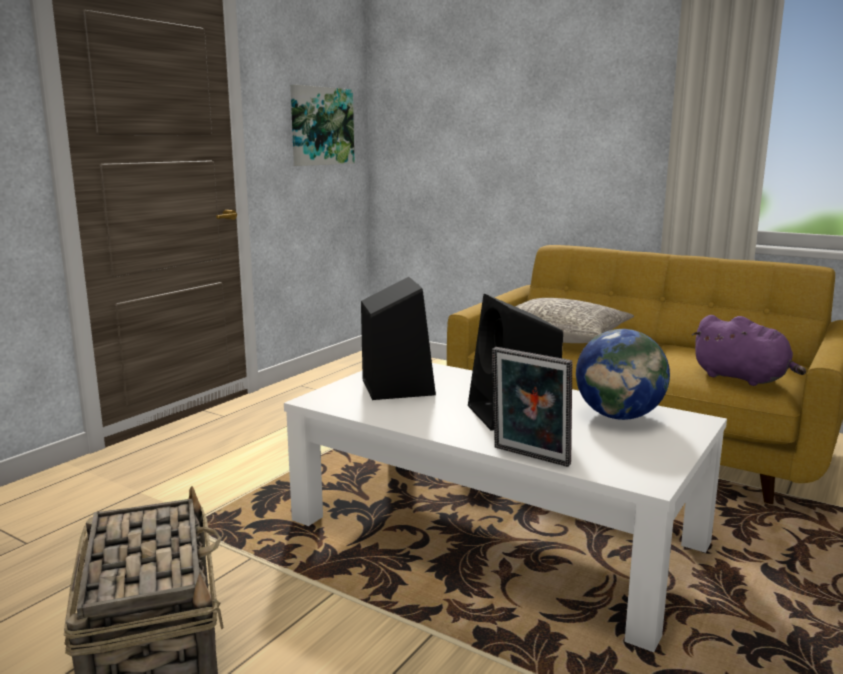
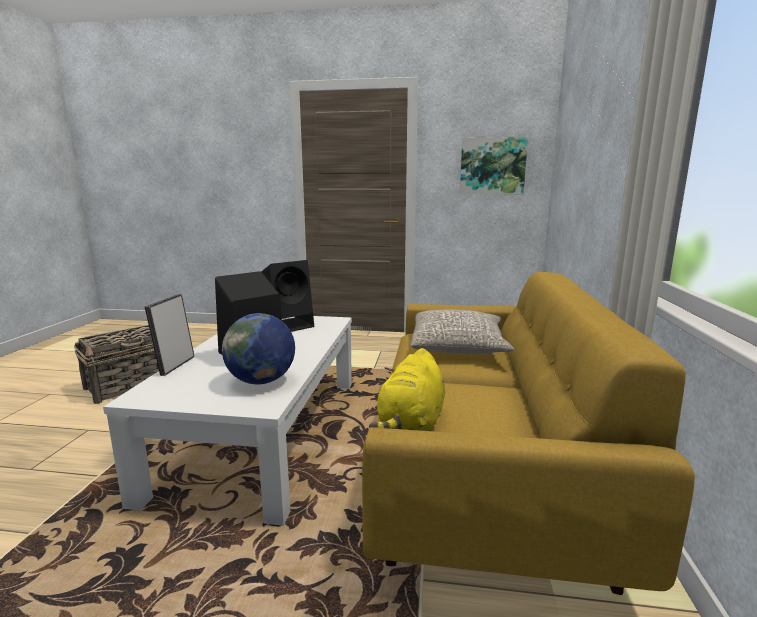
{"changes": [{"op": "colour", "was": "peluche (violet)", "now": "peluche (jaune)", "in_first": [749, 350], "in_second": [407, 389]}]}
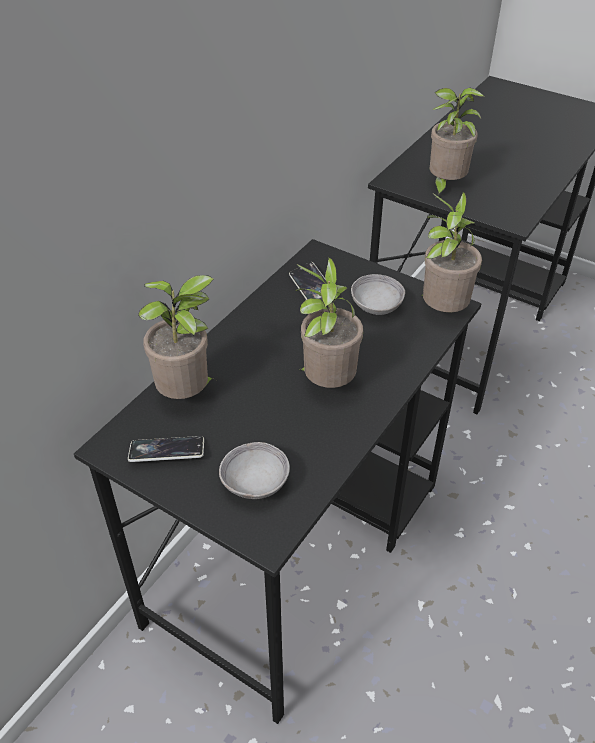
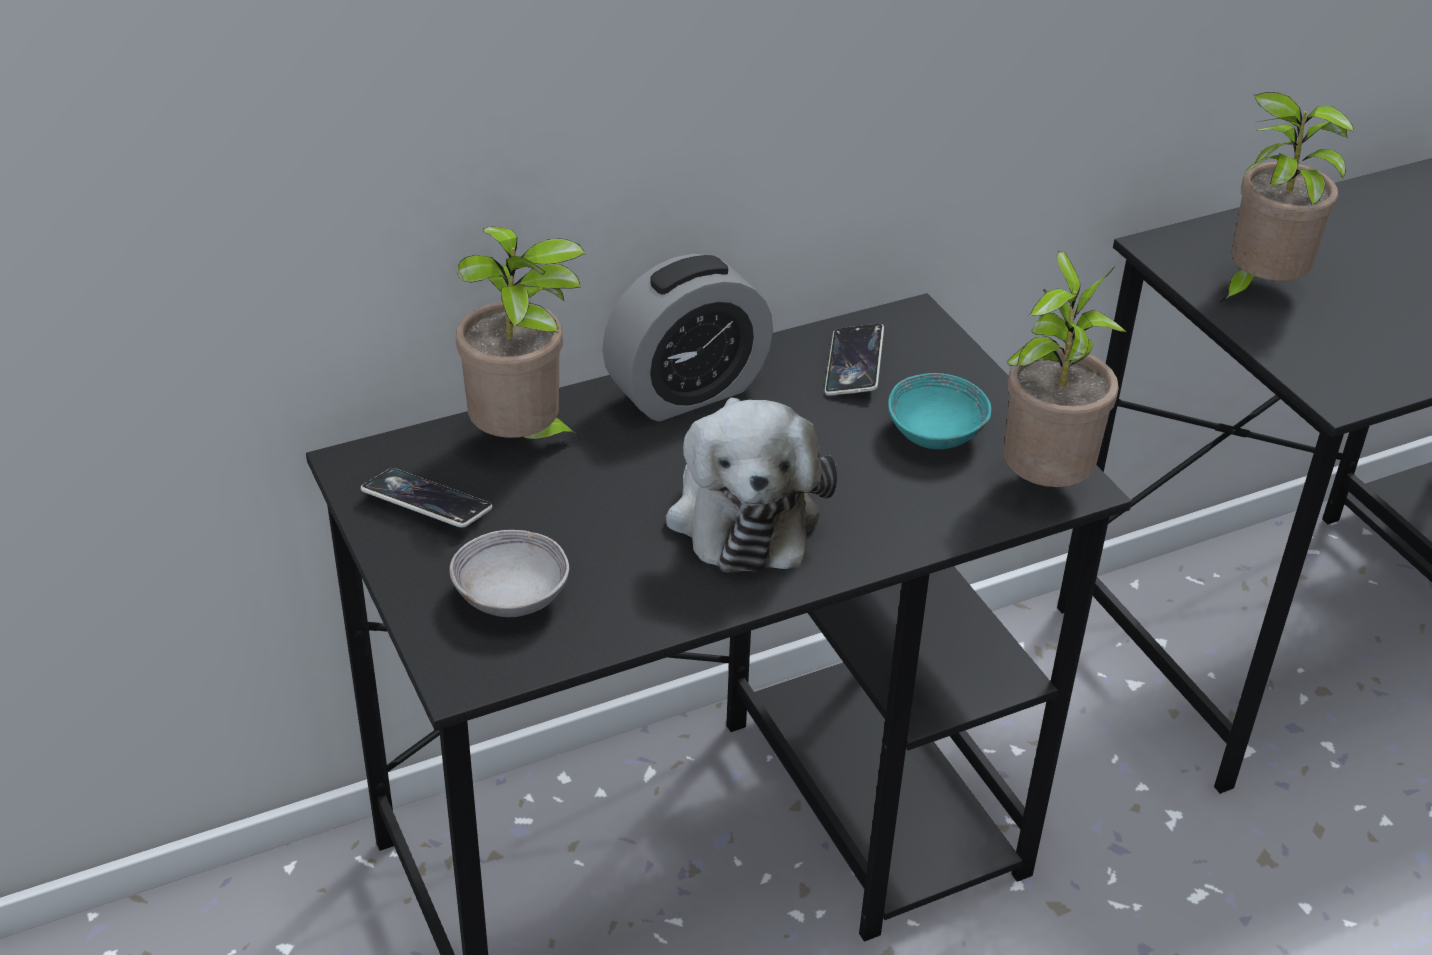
{"changes": [{"op": "appeared", "now": "réveil", "in_second": [687, 338]}, {"op": "exchanged", "was": "plante en pot", "now": "peluche", "in_first": [329, 323], "in_second": [751, 485]}, {"op": "colour", "was": "bol (gris)", "now": "bol (turquoise)", "in_first": [378, 294], "in_second": [939, 411]}]}
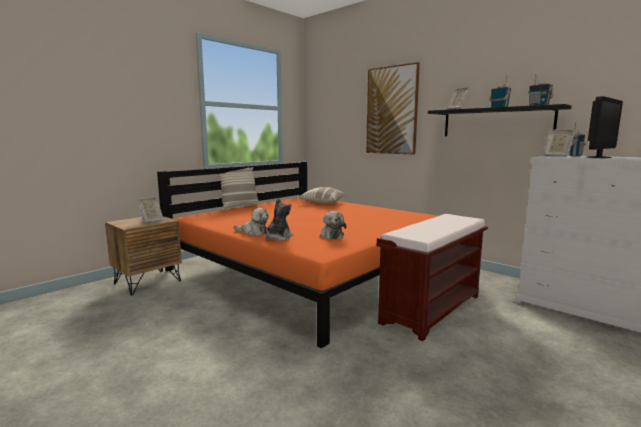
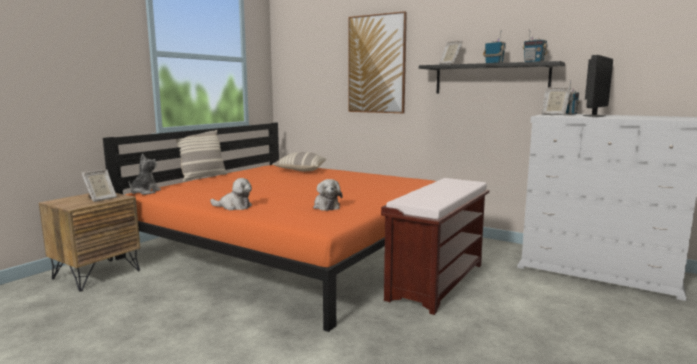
{"changes": [{"op": "relocated", "was": "peluche", "in_first": [279, 219], "in_second": [145, 174]}]}
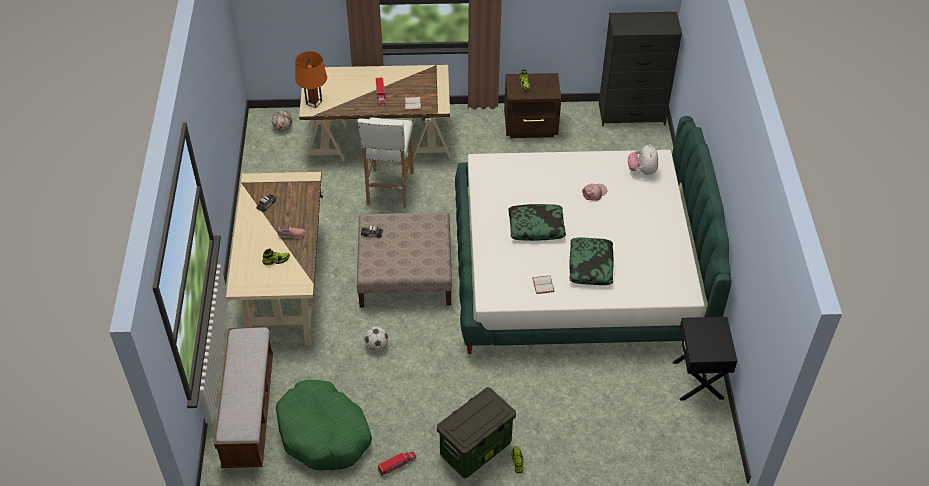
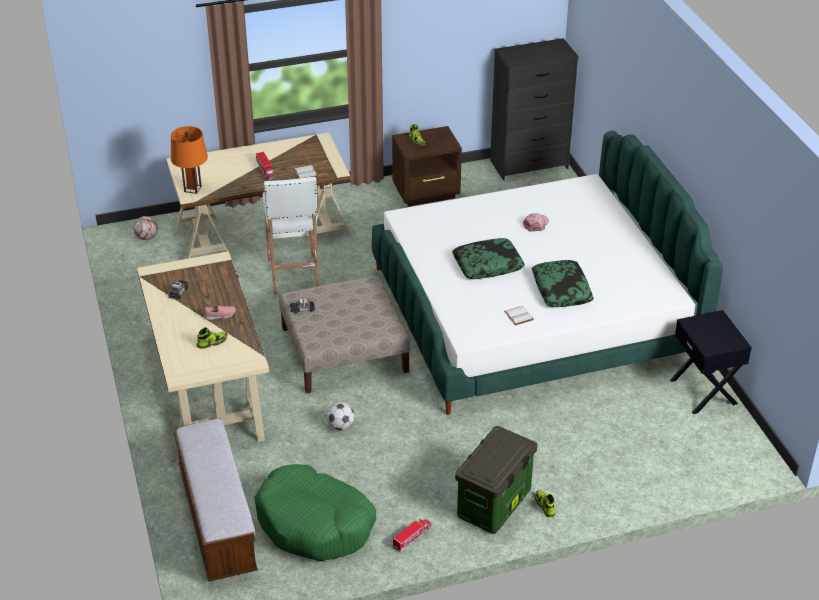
{"changes": [{"op": "missing", "was": "peluche", "in_first": [643, 159]}]}
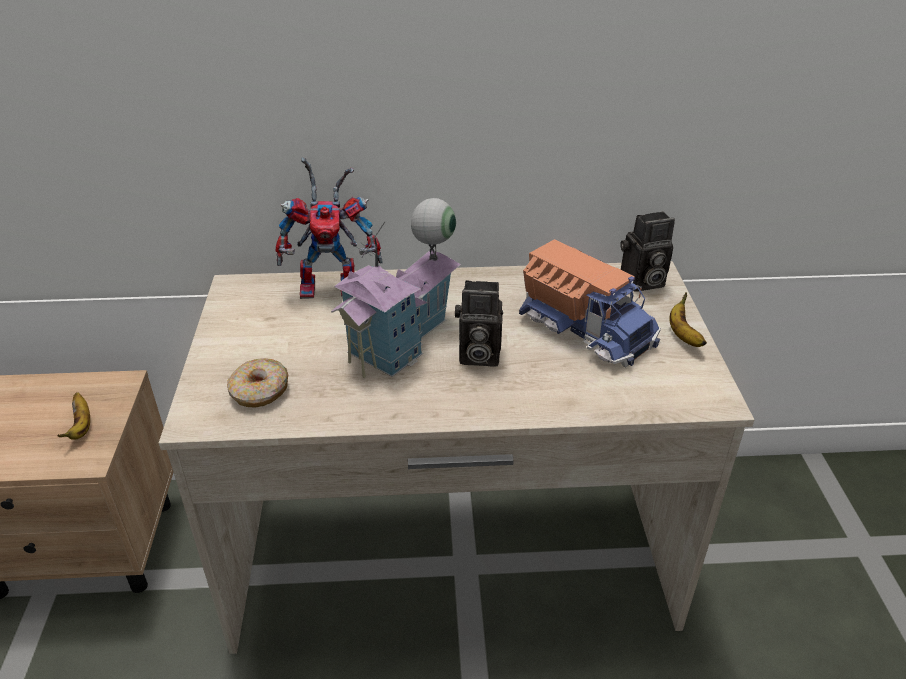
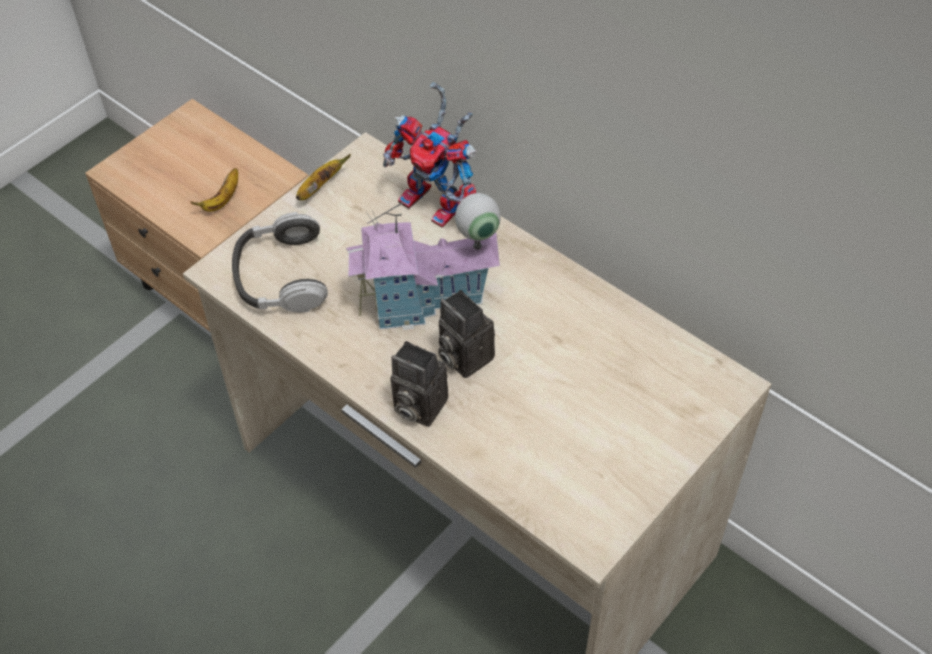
{"changes": [{"op": "exchanged", "was": "beignet", "now": "casque audio", "in_first": [257, 383], "in_second": [280, 262]}, {"op": "relocated", "was": "banane", "in_first": [688, 319], "in_second": [323, 177]}, {"op": "relocated", "was": "appareil photo", "in_first": [647, 251], "in_second": [419, 384]}, {"op": "missing", "was": "camion jouet", "in_first": [590, 303]}]}
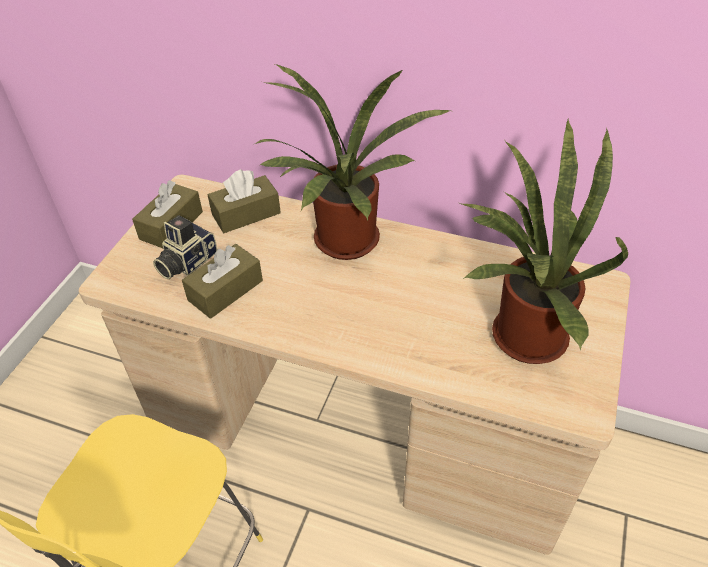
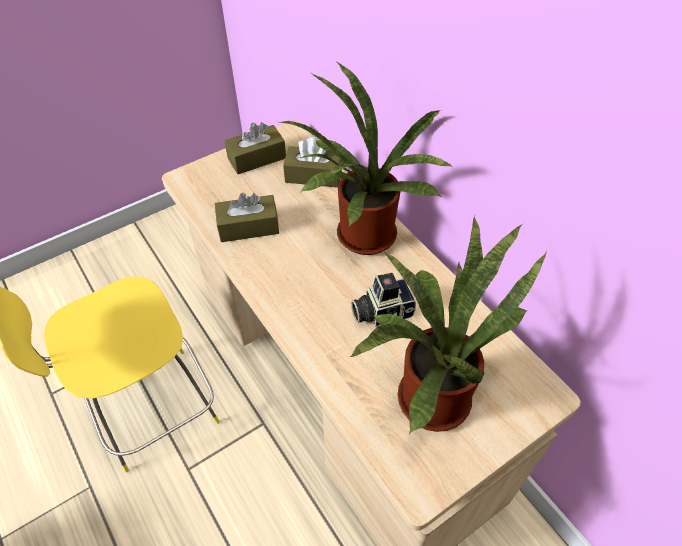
{"changes": [{"op": "relocated", "was": "appareil photo", "in_first": [185, 247], "in_second": [383, 300]}]}
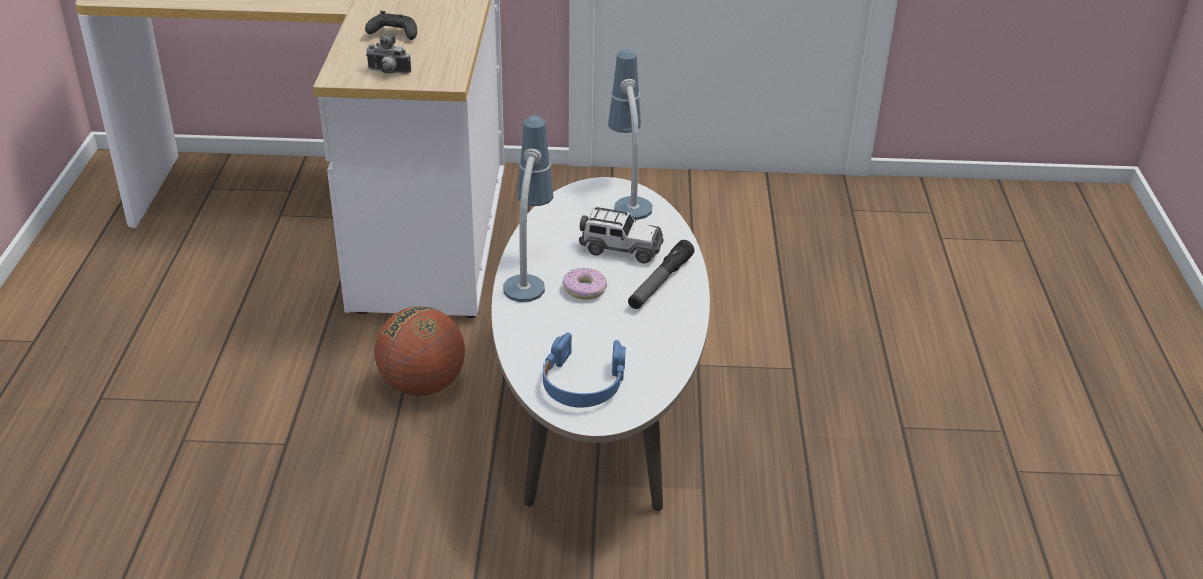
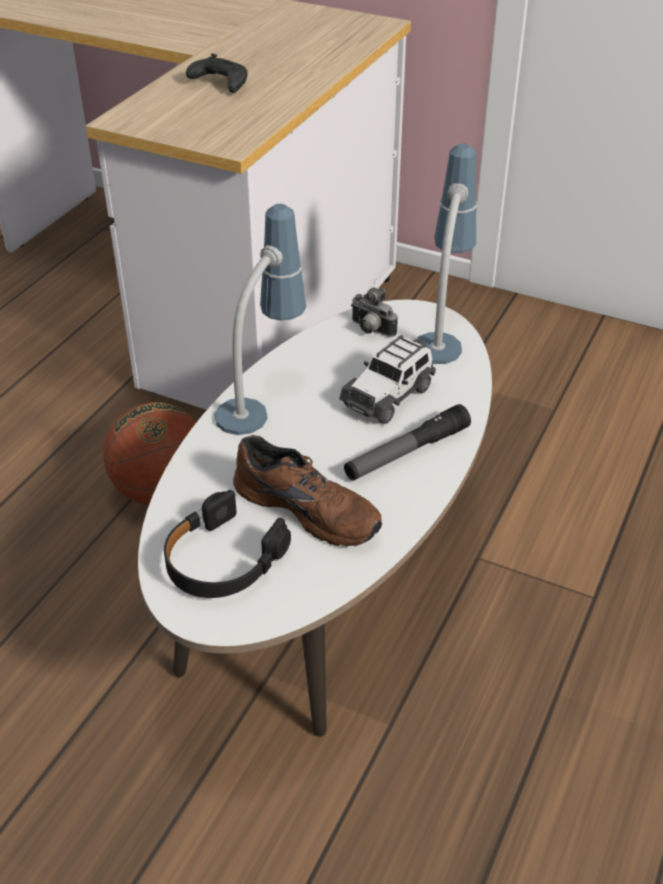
{"changes": [{"op": "colour", "was": "casque audio (bleu)", "now": "casque audio (noir)", "in_first": [584, 370], "in_second": [227, 544]}, {"op": "appeared", "now": "chaussure (marron)", "in_second": [307, 490]}, {"op": "spun", "was": "petite voiture", "in_first": [621, 235], "in_second": [387, 379], "clockwise": 90}, {"op": "relocated", "was": "appareil photo", "in_first": [388, 53], "in_second": [374, 312]}, {"op": "missing", "was": "beignet", "in_first": [584, 284]}]}
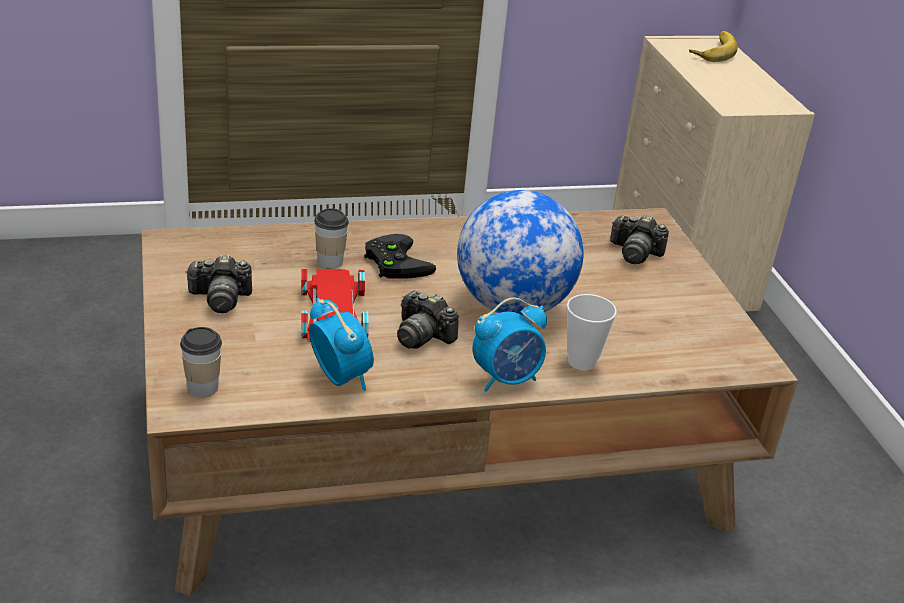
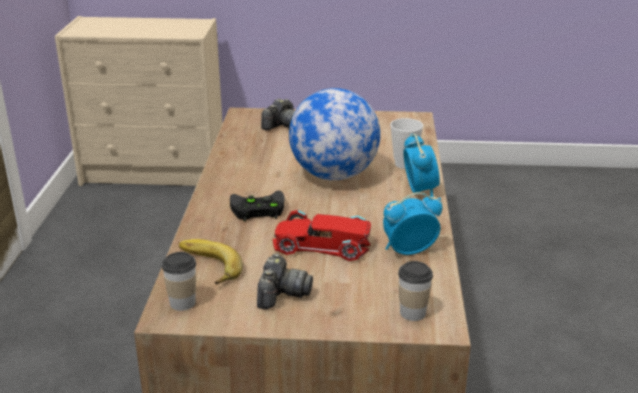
{"changes": [{"op": "relocated", "was": "tasse", "in_first": [331, 238], "in_second": [179, 281]}, {"op": "relocated", "was": "banane", "in_first": [713, 46], "in_second": [211, 261]}, {"op": "missing", "was": "appareil photo", "in_first": [428, 320]}]}
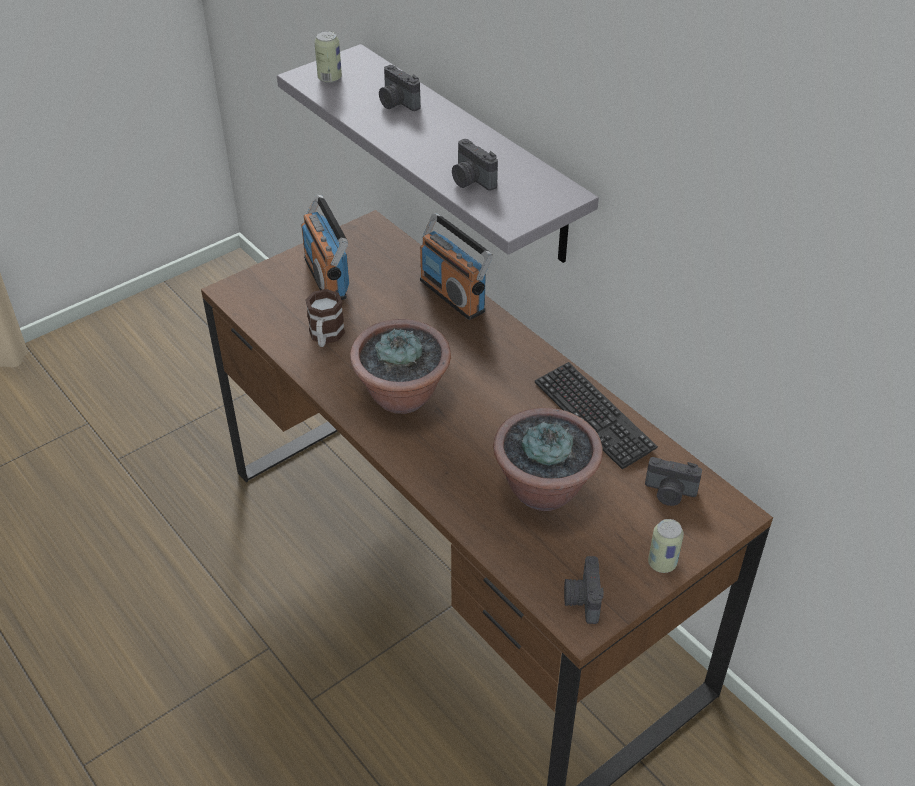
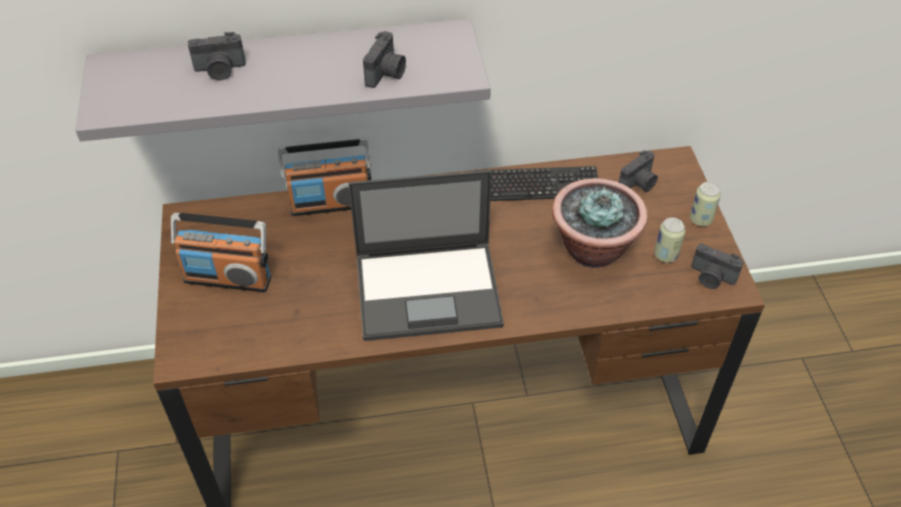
{"changes": [{"op": "exchanged", "was": "plante en pot", "now": "ordinateur portable", "in_first": [400, 366], "in_second": [426, 255]}, {"op": "spun", "was": "appareil photo", "in_first": [475, 165], "in_second": [384, 59], "clockwise": -60}, {"op": "relocated", "was": "boîte métallique", "in_first": [328, 57], "in_second": [669, 240]}, {"op": "missing", "was": "mug", "in_first": [325, 318]}]}
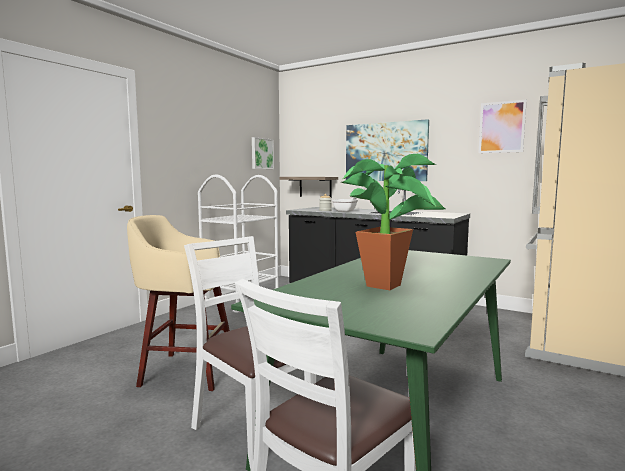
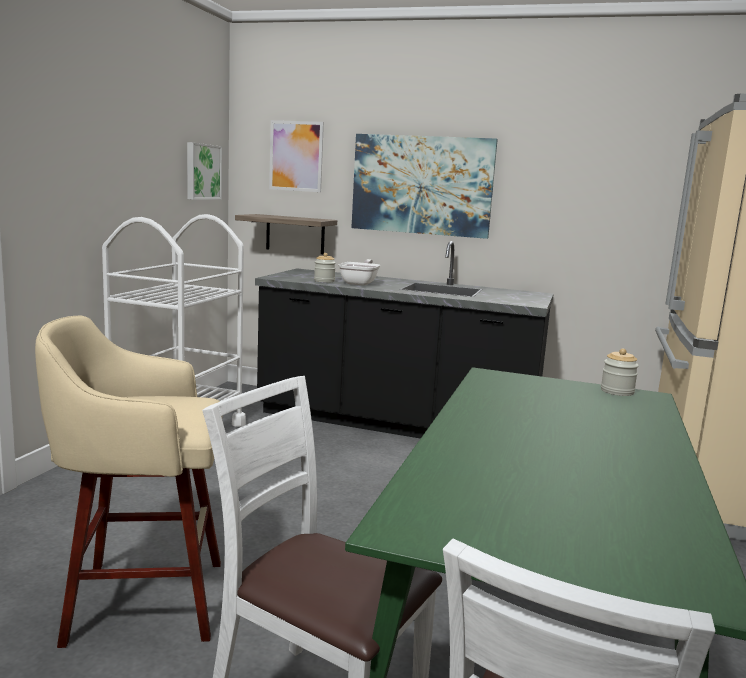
{"changes": [{"op": "relocated", "was": "tableau", "in_first": [503, 126], "in_second": [296, 156]}, {"op": "appeared", "now": "bocal", "in_second": [620, 372]}, {"op": "missing", "was": "plante en pot", "in_first": [393, 222]}]}
